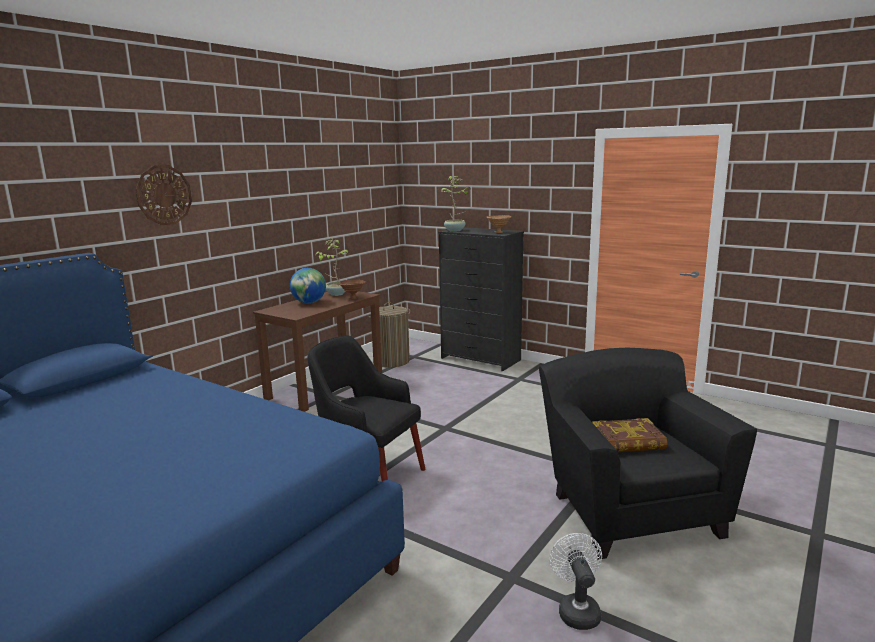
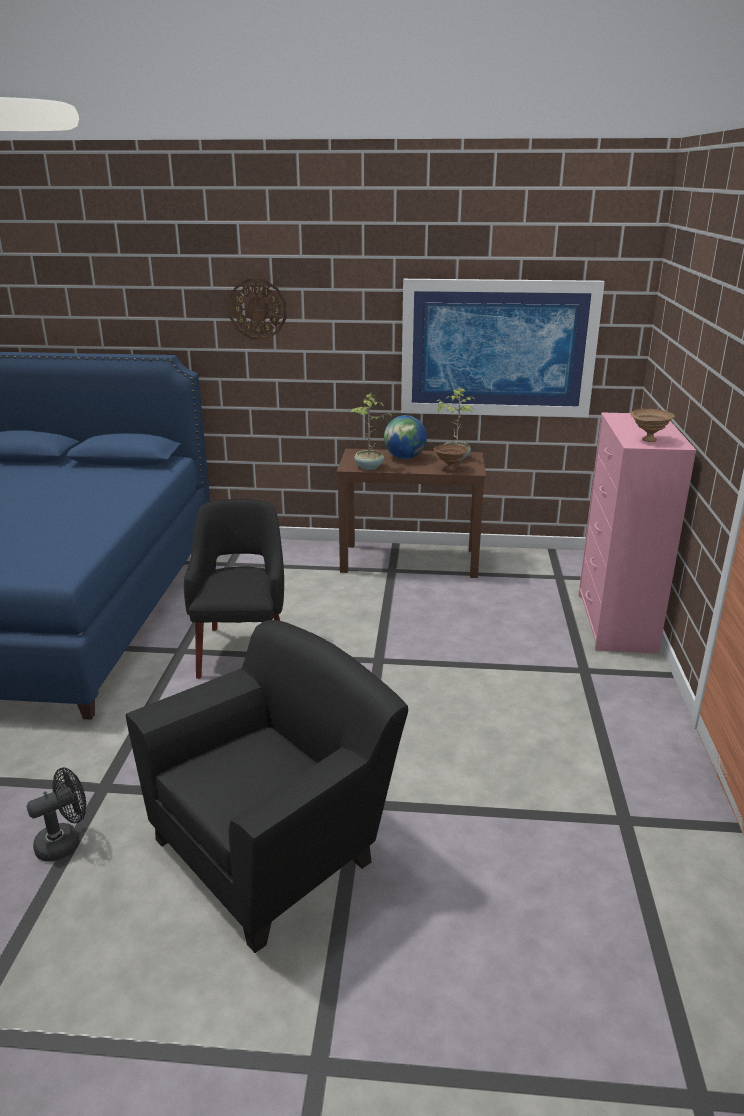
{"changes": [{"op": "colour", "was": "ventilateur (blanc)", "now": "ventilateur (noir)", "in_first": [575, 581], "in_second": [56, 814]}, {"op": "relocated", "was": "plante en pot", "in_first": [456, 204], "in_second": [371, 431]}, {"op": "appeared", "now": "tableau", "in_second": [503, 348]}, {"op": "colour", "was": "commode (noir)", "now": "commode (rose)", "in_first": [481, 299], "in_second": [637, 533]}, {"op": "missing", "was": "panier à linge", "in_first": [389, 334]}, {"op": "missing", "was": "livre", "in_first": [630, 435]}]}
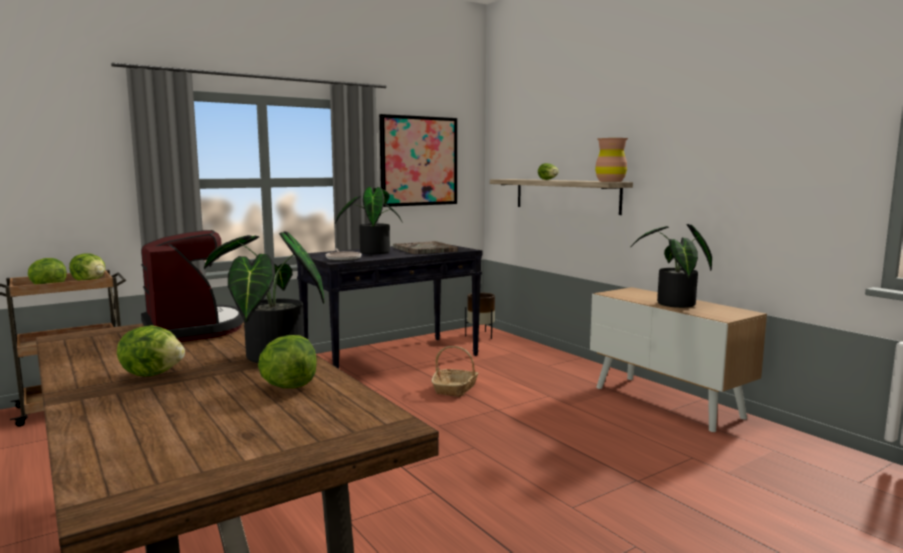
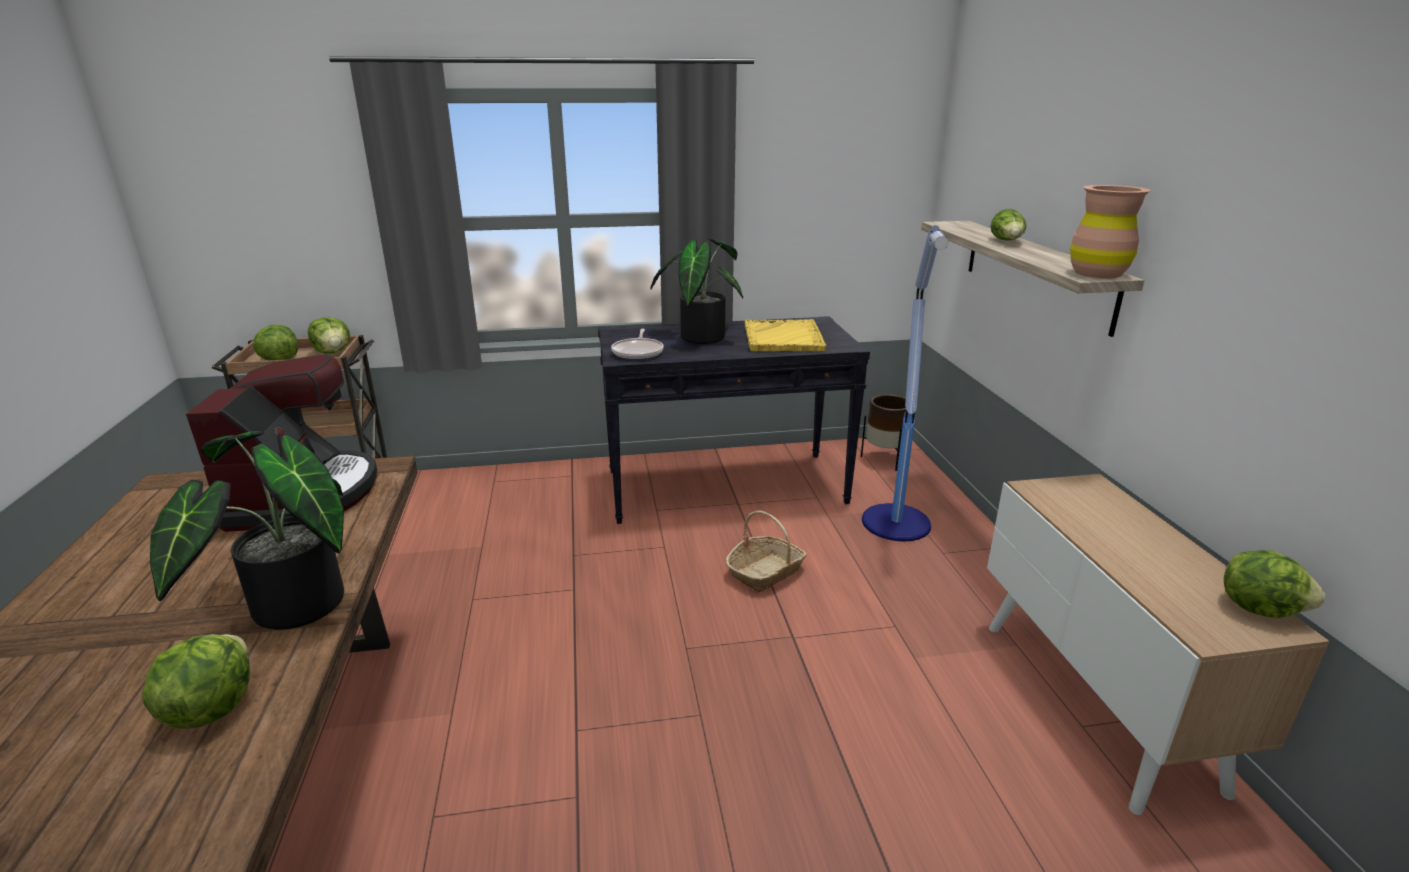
{"changes": [{"op": "colour", "was": "plateau (gris)", "now": "plateau (jaune)", "in_first": [425, 247], "in_second": [785, 335]}, {"op": "appeared", "now": "lampadaire", "in_second": [905, 383]}, {"op": "relocated", "was": "laitue", "in_first": [151, 350], "in_second": [1274, 584]}, {"op": "missing", "was": "tableau", "in_first": [418, 160]}, {"op": "missing", "was": "plante en pot", "in_first": [671, 266]}]}
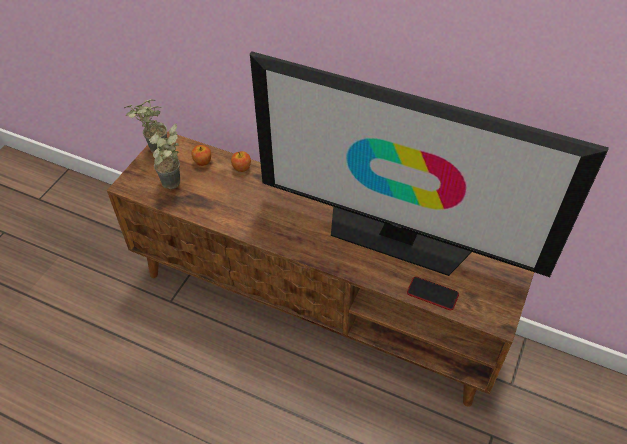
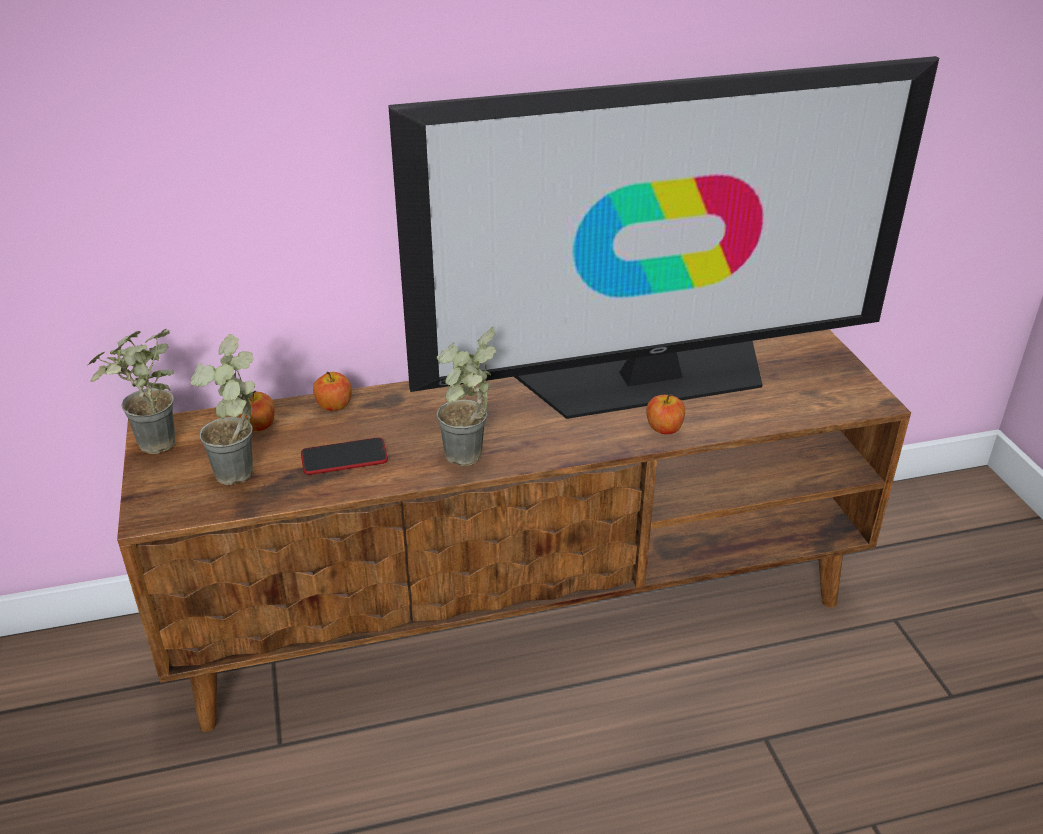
{"changes": [{"op": "relocated", "was": "téléphone", "in_first": [433, 293], "in_second": [344, 456]}, {"op": "appeared", "now": "plante en pot", "in_second": [466, 396]}, {"op": "appeared", "now": "pomme", "in_second": [665, 414]}]}
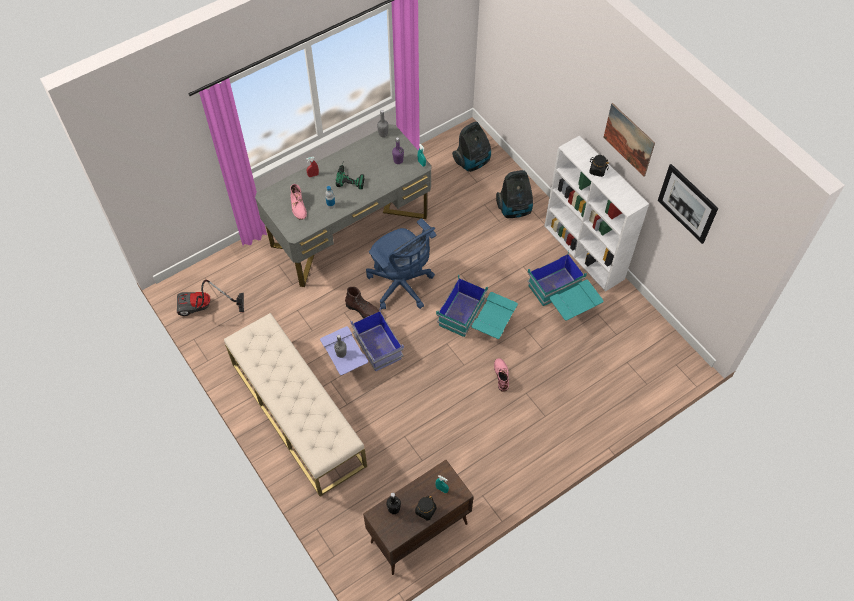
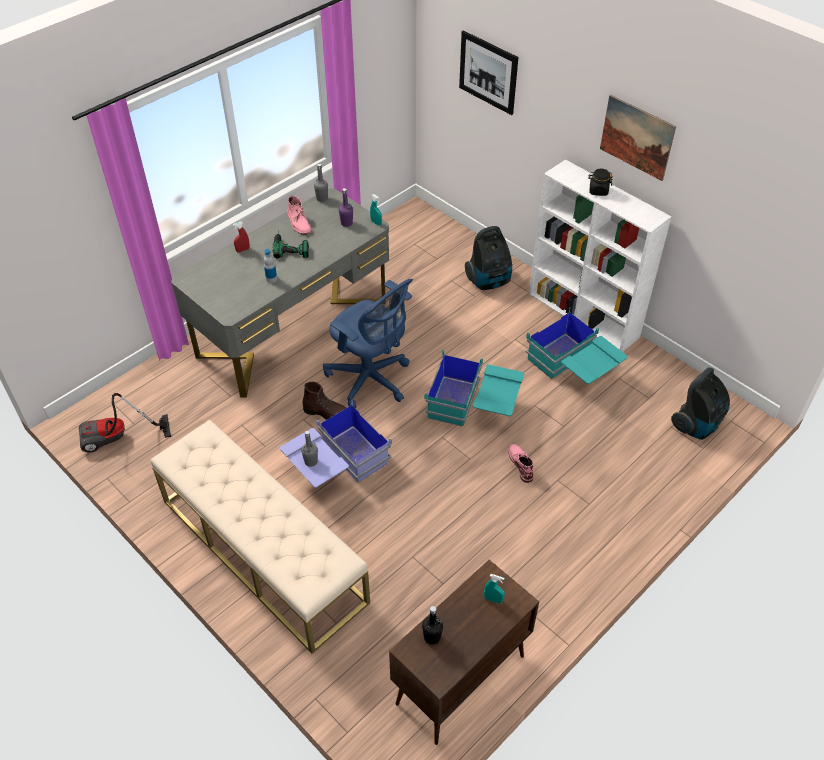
{"changes": [{"op": "relocated", "was": "botte (rose)", "in_first": [298, 202], "in_second": [299, 215]}, {"op": "relocated", "was": "tableau", "in_first": [688, 204], "in_second": [488, 72]}, {"op": "relocated", "was": "aspirateur", "in_first": [471, 147], "in_second": [700, 403]}, {"op": "missing", "was": "bocal (noir)", "in_first": [425, 508]}]}
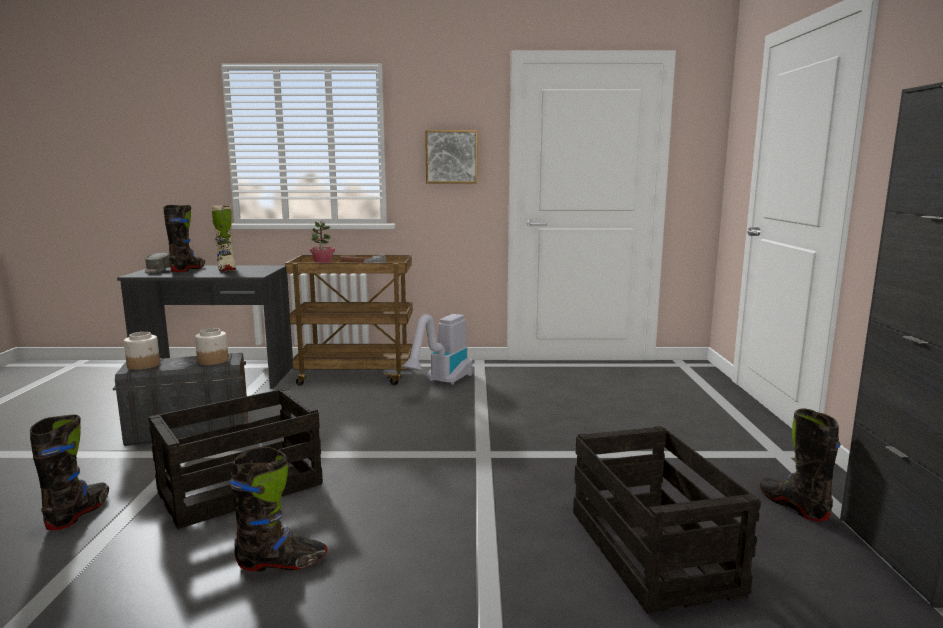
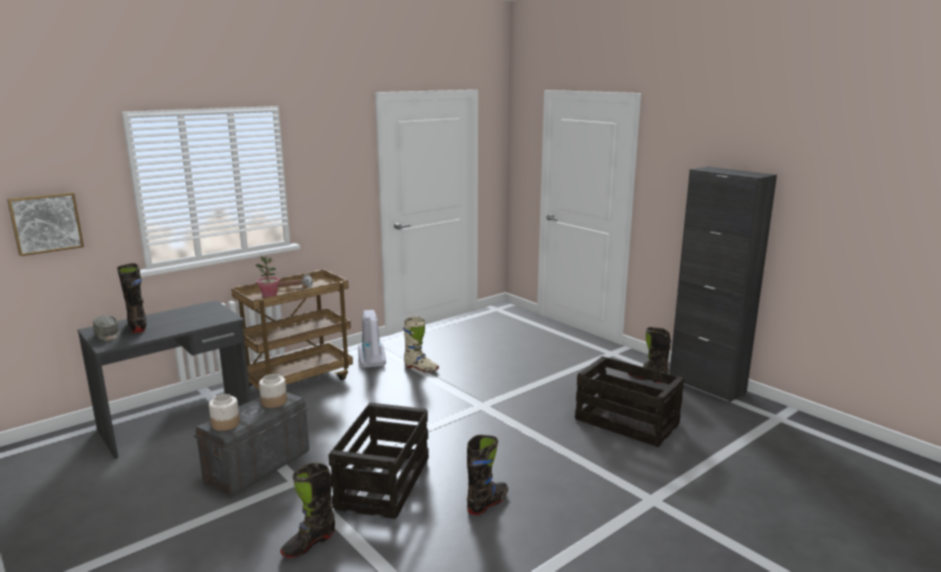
{"changes": [{"op": "relocated", "was": "tableau", "in_first": [451, 156], "in_second": [45, 224]}, {"op": "spun", "was": "botte (noir)", "in_first": [69, 472], "in_second": [307, 510], "clockwise": -105}, {"op": "relocated", "was": "botte (beige)", "in_first": [223, 237], "in_second": [421, 344]}]}
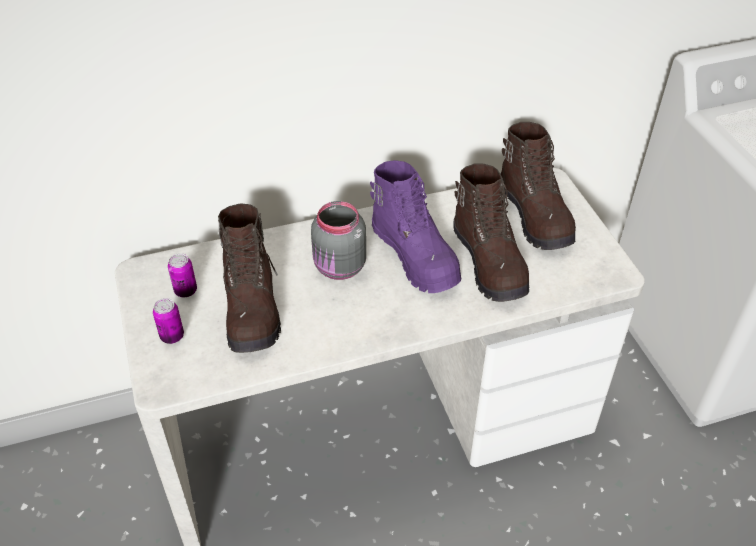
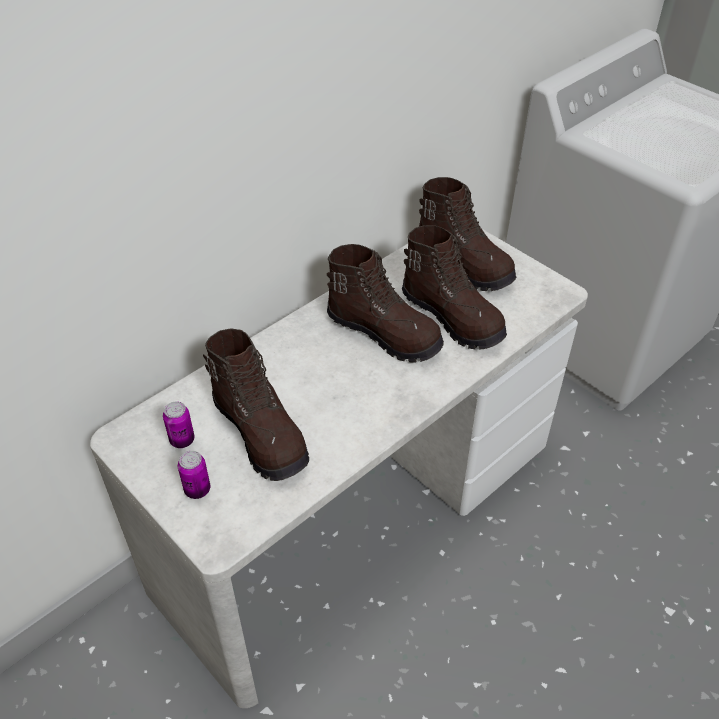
{"changes": [{"op": "colour", "was": "botte (violet)", "now": "botte (marron)", "in_first": [416, 226], "in_second": [385, 303]}, {"op": "missing", "was": "bocal (gris)", "in_first": [338, 240]}]}
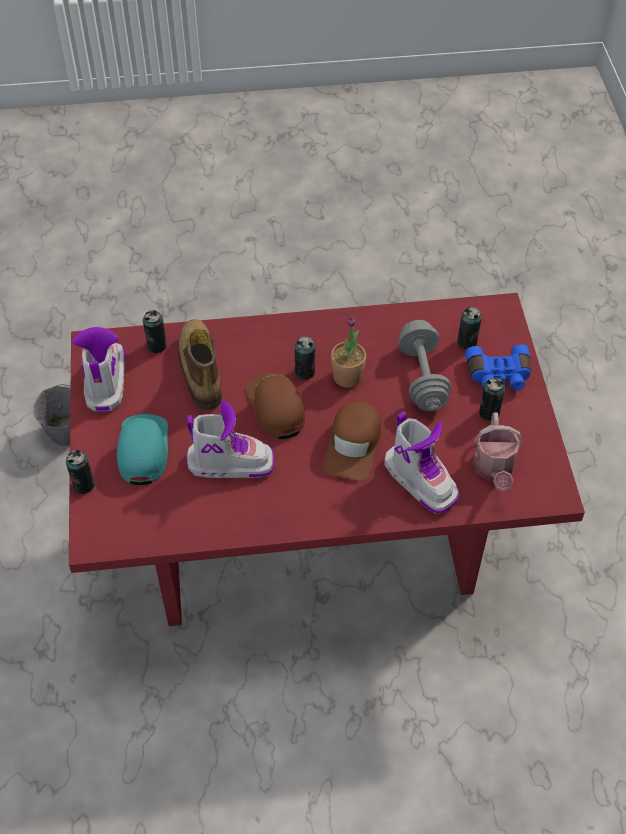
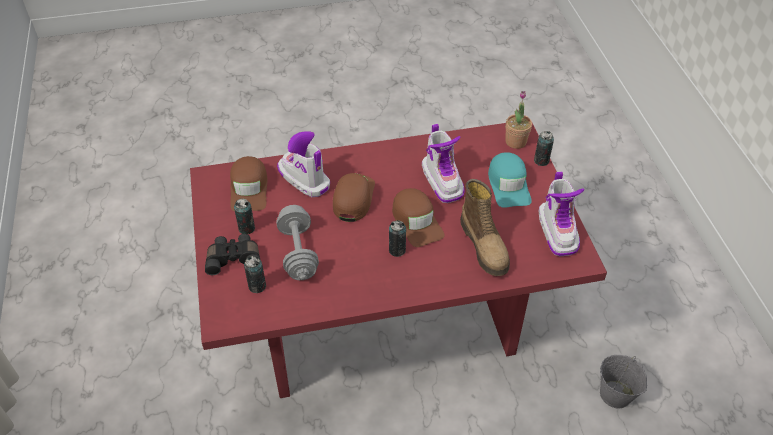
{"changes": [{"op": "colour", "was": "jumelles (bleu)", "now": "jumelles (noir)", "in_first": [498, 367], "in_second": [232, 254]}, {"op": "exchanged", "was": "arrosoir", "now": "casquette (marron)", "in_first": [497, 452], "in_second": [249, 183]}, {"op": "spun", "was": "botte", "in_first": [230, 439], "in_second": [443, 163], "clockwise": -105}, {"op": "relocated", "was": "plante en pot", "in_first": [348, 352], "in_second": [518, 120]}, {"op": "missing", "was": "boîte métallique", "in_first": [155, 331]}]}
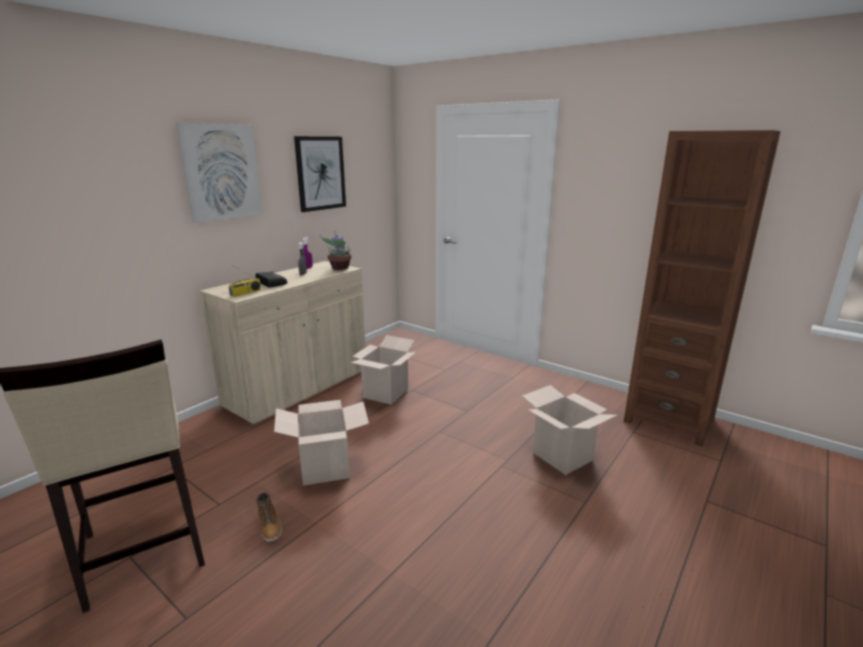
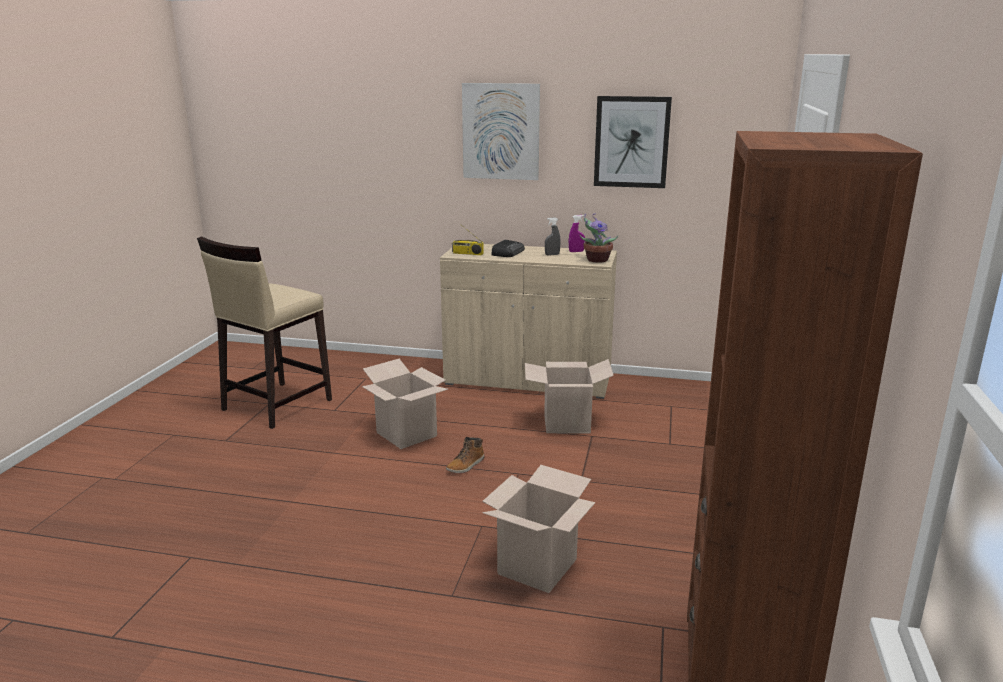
{"changes": [{"op": "relocated", "was": "botte", "in_first": [269, 517], "in_second": [465, 455]}]}
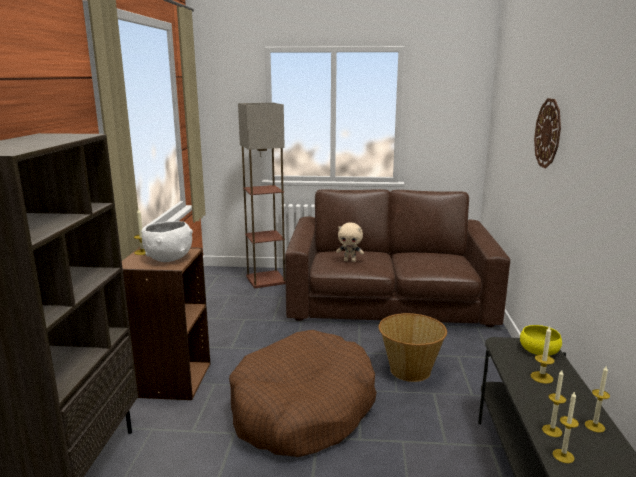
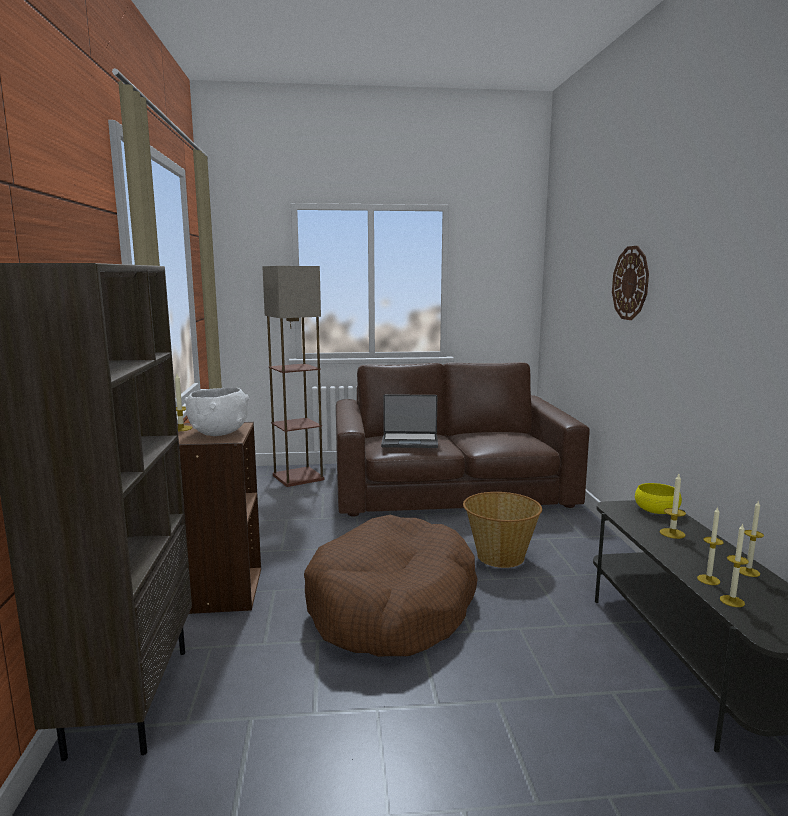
{"changes": [{"op": "exchanged", "was": "peluche (beige)", "now": "ordinateur portable", "in_first": [350, 242], "in_second": [409, 421]}]}
